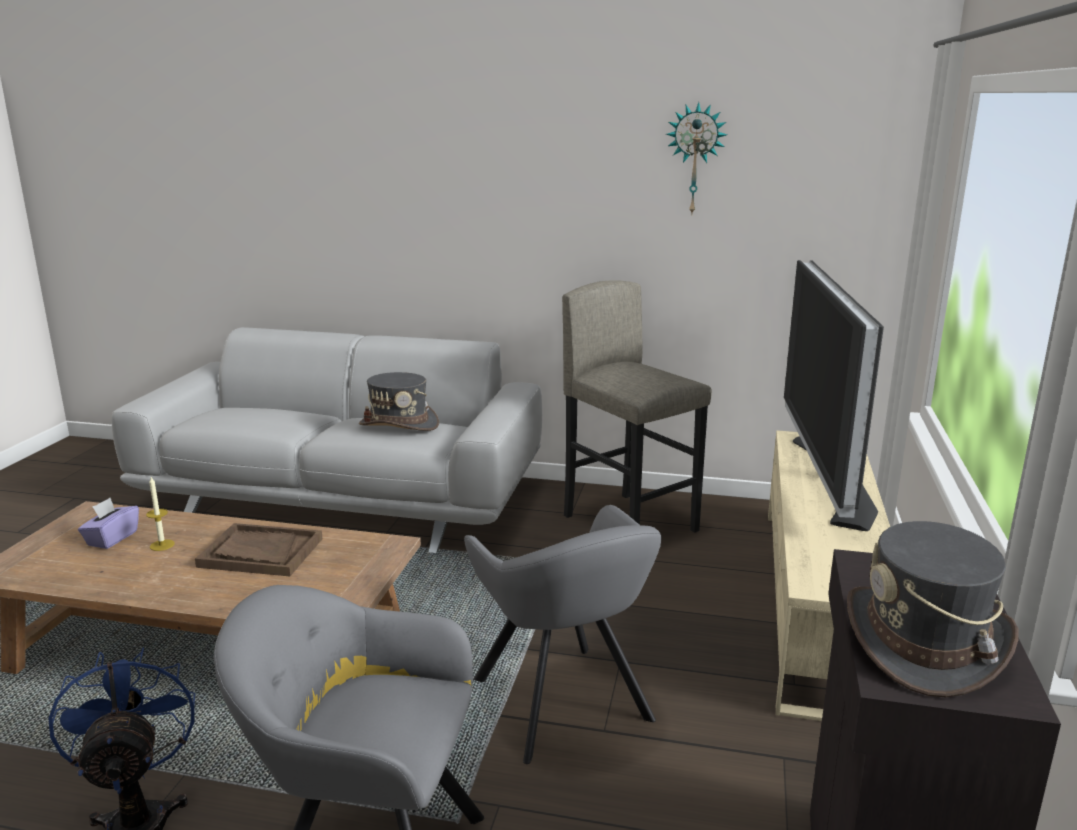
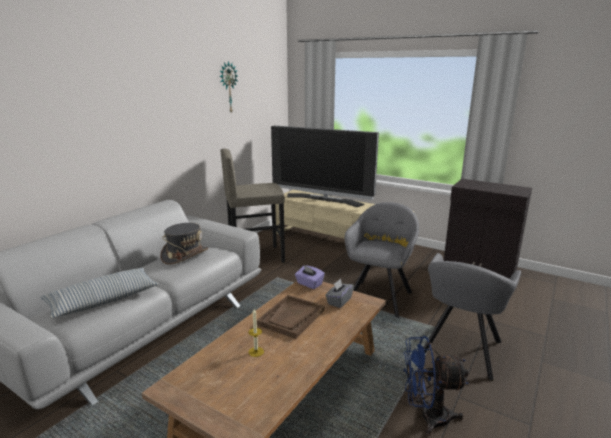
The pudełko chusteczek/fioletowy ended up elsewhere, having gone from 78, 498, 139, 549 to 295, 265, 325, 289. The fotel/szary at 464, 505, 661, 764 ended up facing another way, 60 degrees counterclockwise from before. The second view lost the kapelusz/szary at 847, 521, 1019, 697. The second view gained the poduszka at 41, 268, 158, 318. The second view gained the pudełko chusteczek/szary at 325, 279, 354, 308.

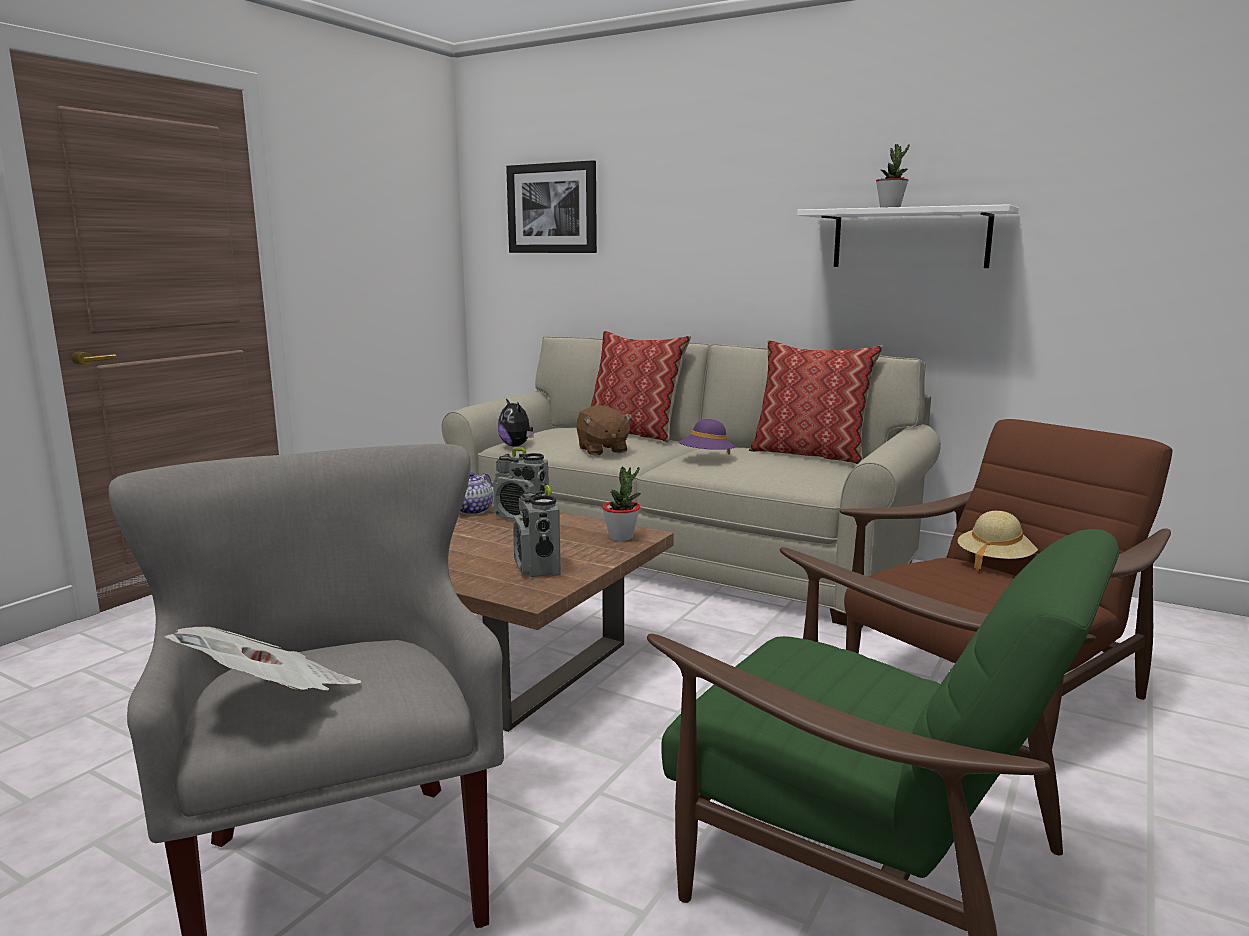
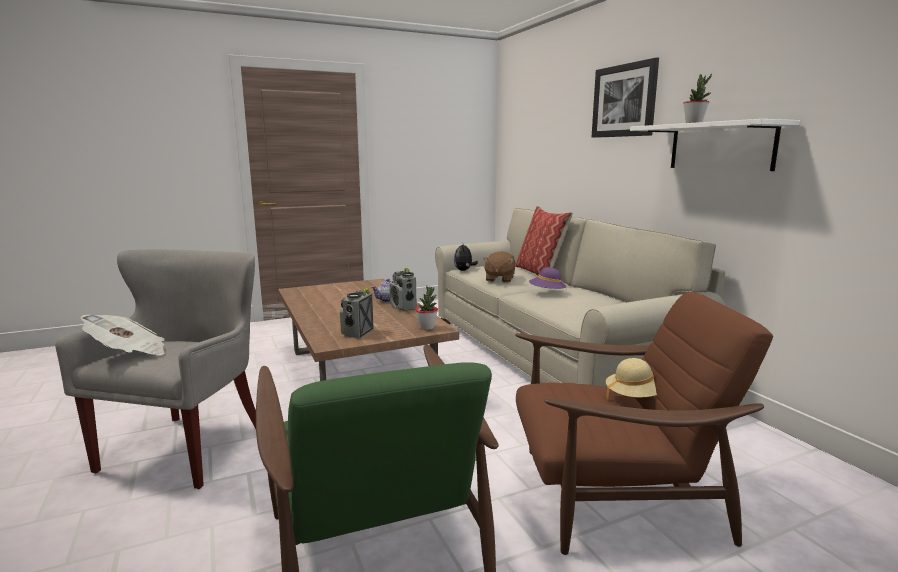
The obraz ended up elsewhere, having gone from 506, 160, 597, 253 to 592, 58, 659, 138. The second view lost the poduszka at 749, 340, 883, 464.

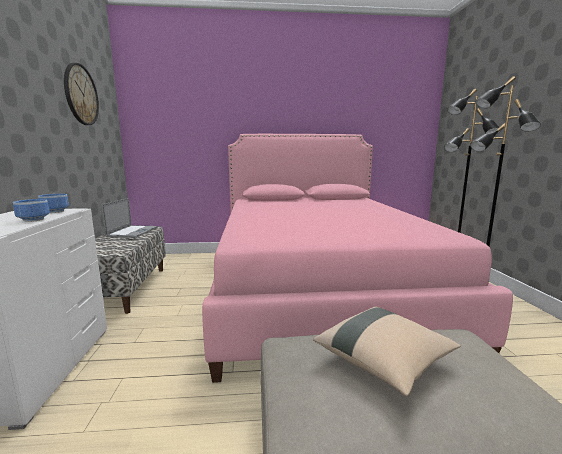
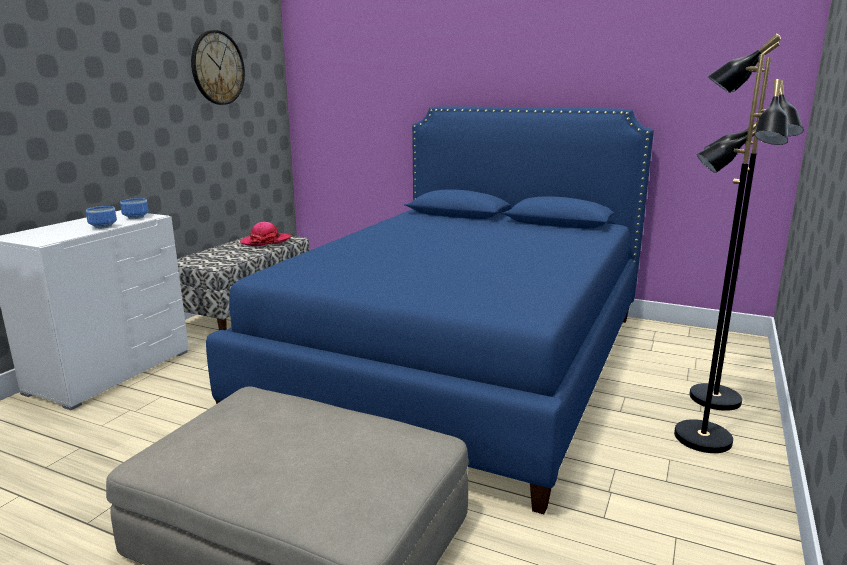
Where the laptop stood at 101, 198, 158, 238, the kapelusz came to stand at 240, 222, 291, 246. What was the łóżko/różowy at 202, 134, 513, 383 turned into the łóżko/niebieski at 206, 106, 654, 514. The second view lost the poduszka/beżowy at 313, 307, 460, 396.

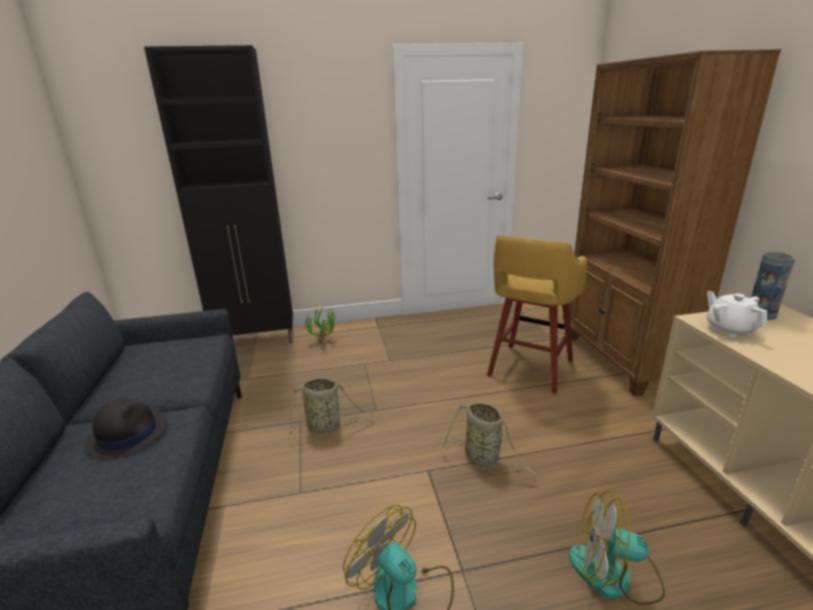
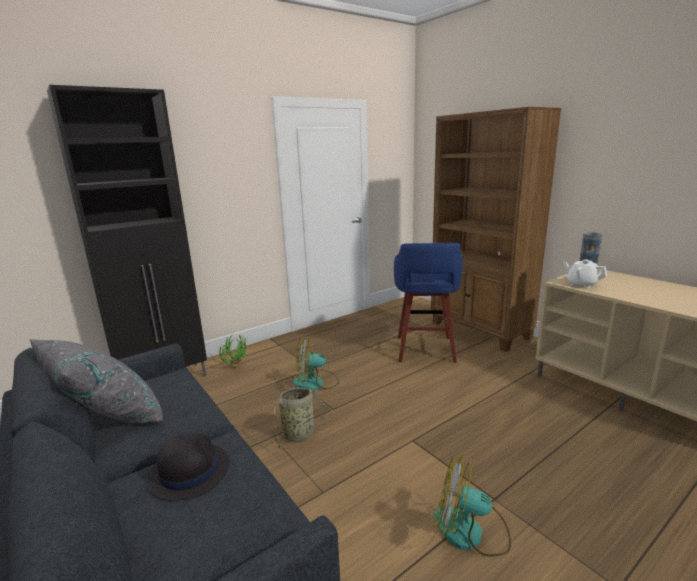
The second view lost the koszyk at 442, 403, 536, 474. What was the stołek/żółty at 487, 235, 587, 394 turned into the stołek/niebieski at 394, 243, 463, 363. The wentylator ended up elsewhere, having gone from 569, 491, 665, 605 to 293, 337, 339, 391. The second view gained the poduszka/szary at 29, 339, 163, 423.

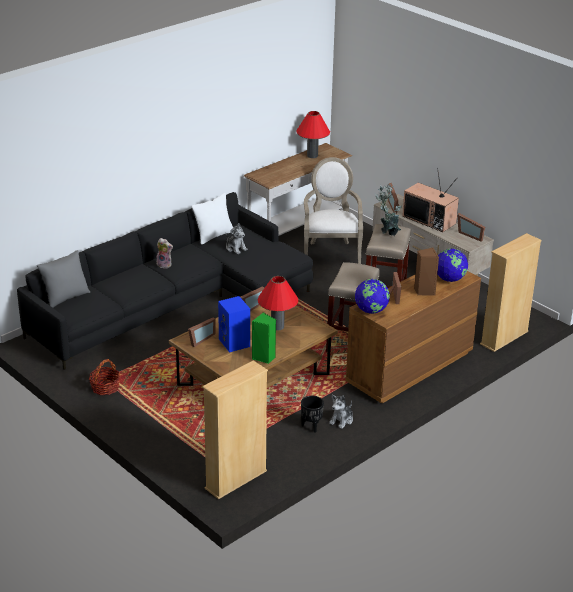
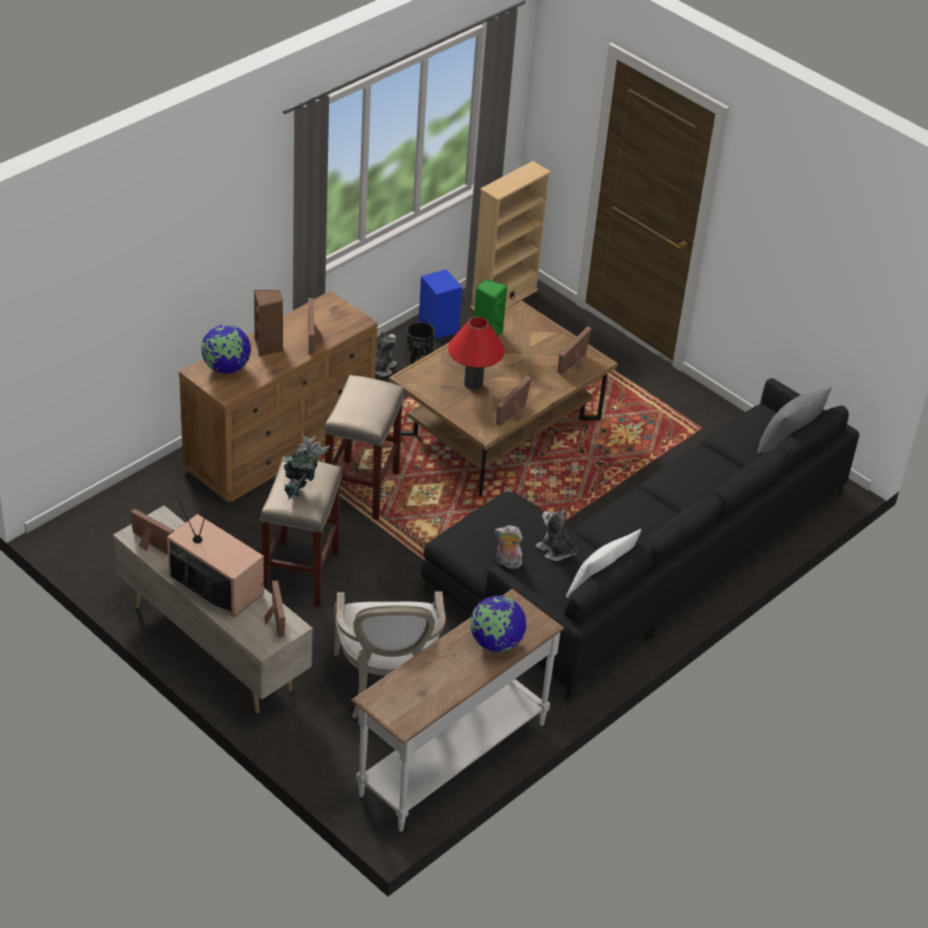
The second view lost the koszyk at 89, 359, 120, 395. The pluszak ended up elsewhere, having gone from 157, 238, 173, 269 to 495, 525, 523, 569. The głośnik/niebieski ended up elsewhere, having gone from 218, 296, 250, 352 to 418, 269, 462, 340. The second view lost the lampa stołowa/czerwony at 296, 111, 330, 158. The globus ended up elsewhere, having gone from 355, 279, 390, 314 to 470, 596, 526, 652. The second view lost the regał/beżowy at 480, 233, 542, 352.

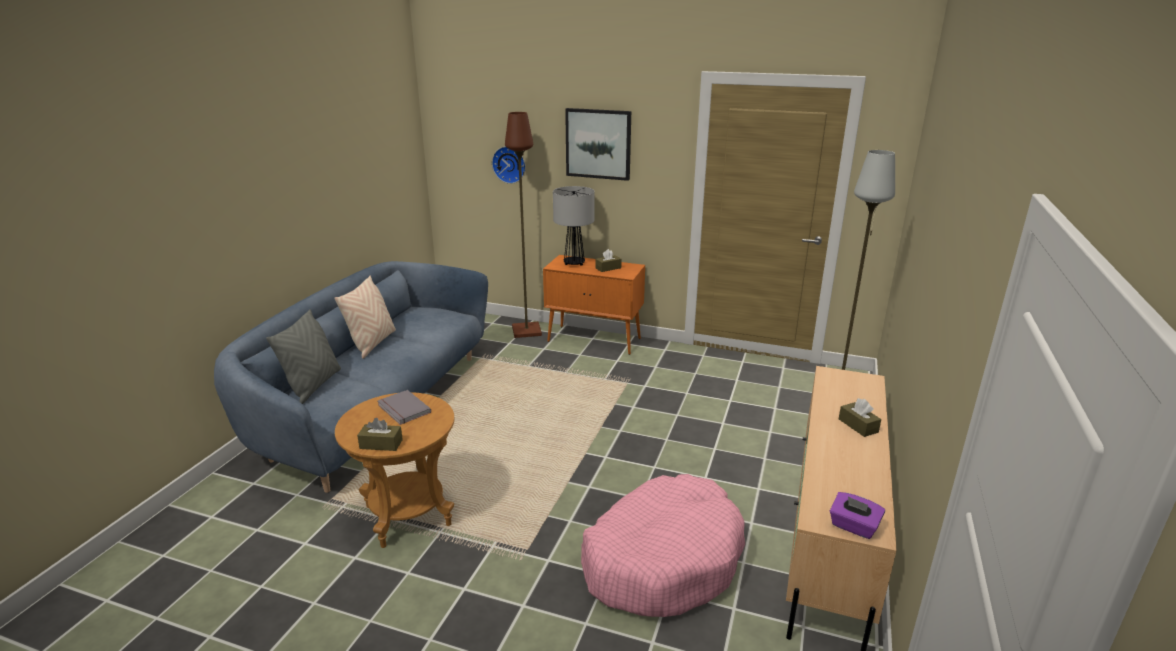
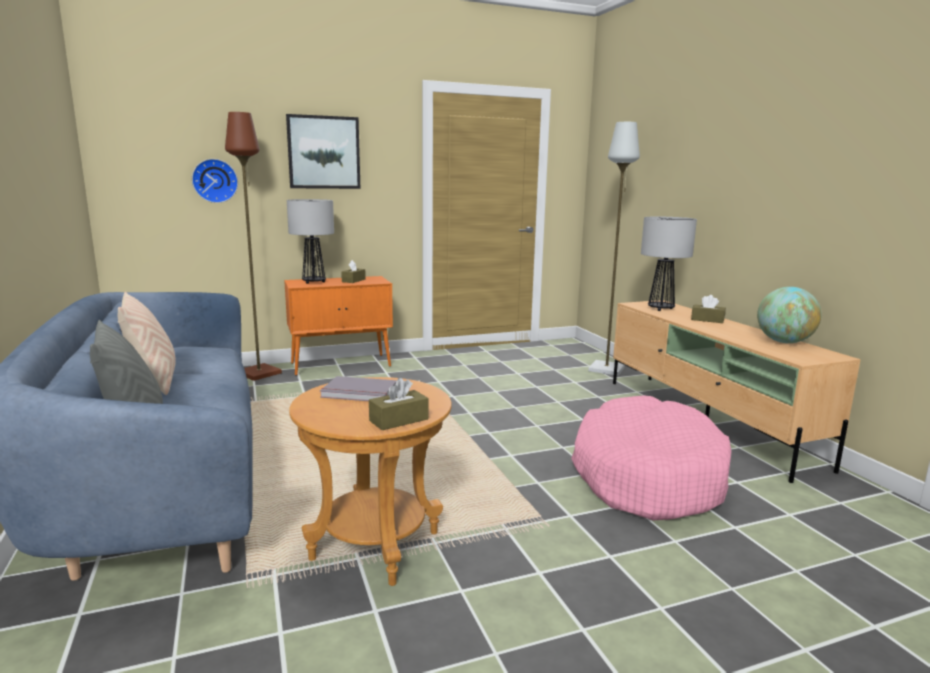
The second view lost the pudełko chusteczek/fioletowy at 830, 492, 885, 539. The second view gained the lampa stołowa at 641, 217, 697, 311. The second view gained the globus at 757, 287, 822, 343.

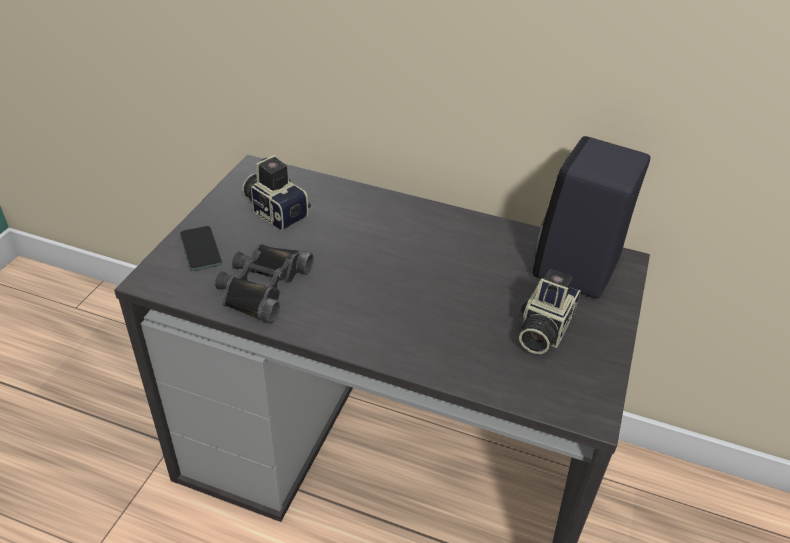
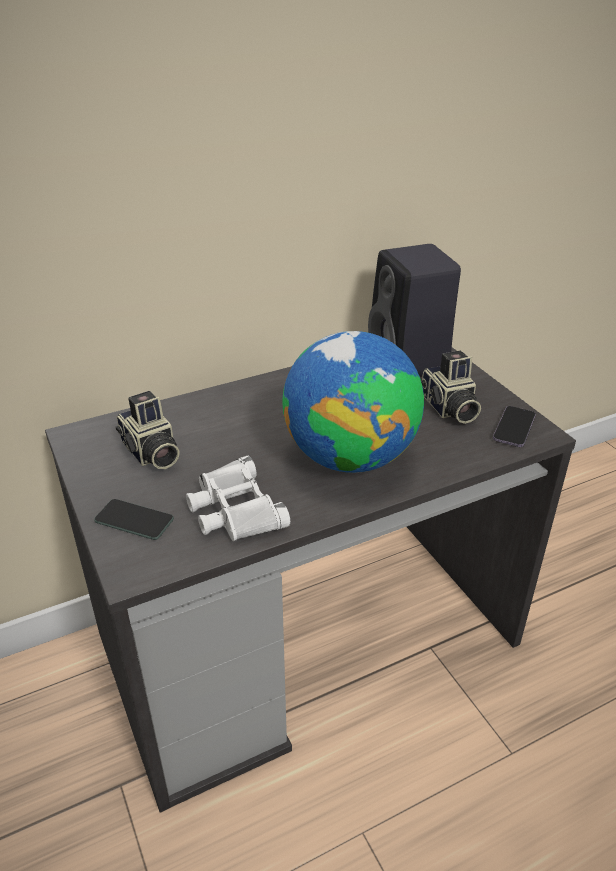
What was the lornetka/czarny at 215, 244, 314, 324 turned into the lornetka/biały at 186, 456, 290, 541. The aparat fotograficzny at 242, 155, 311, 231 ended up facing another way, 120 degrees counterclockwise from before. The second view gained the globus at 282, 331, 424, 473. The second view gained the telefon at 493, 406, 536, 447.

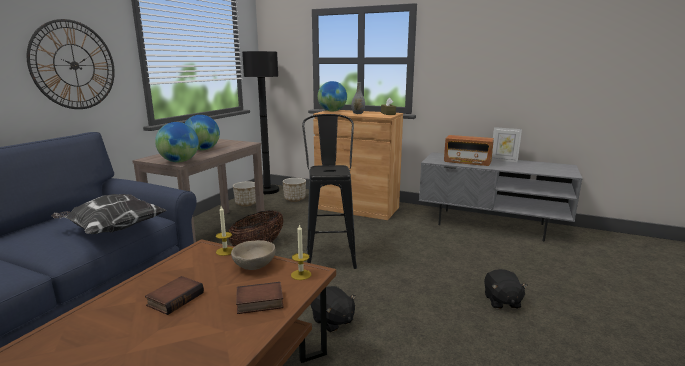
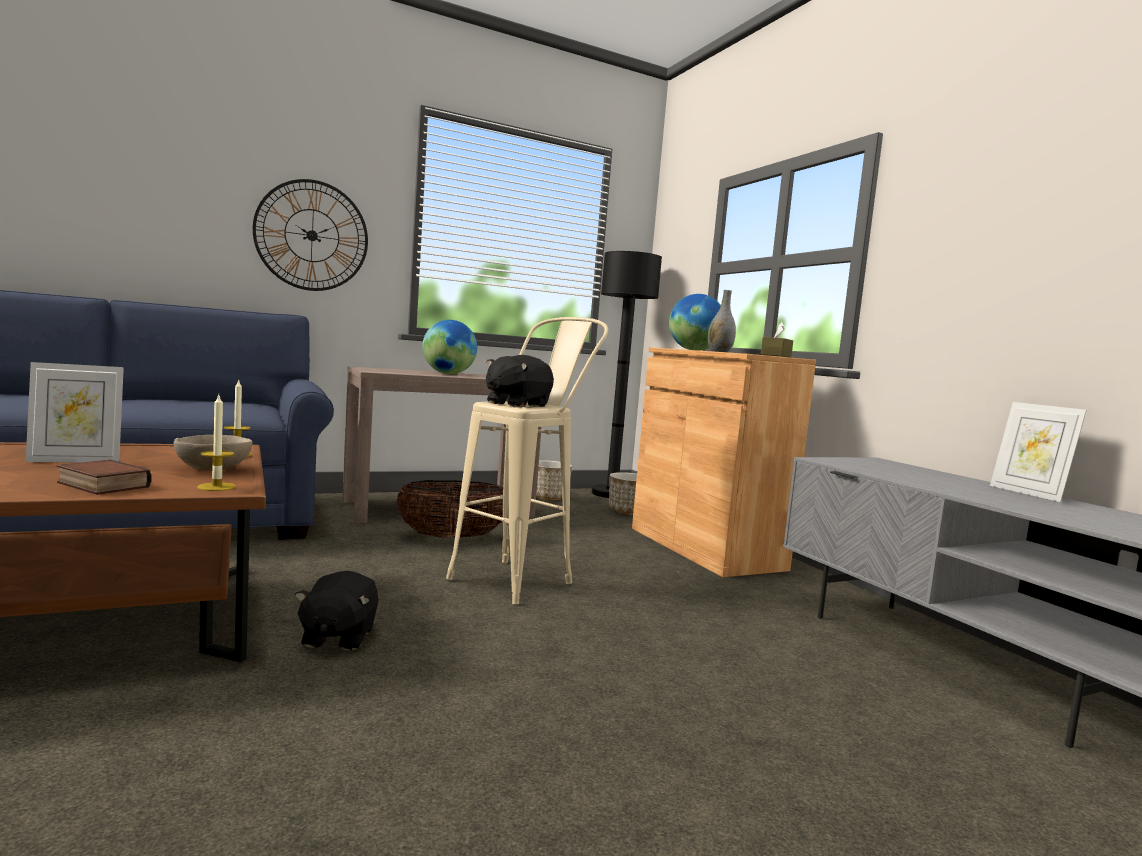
The second view lost the poduszka at 51, 194, 167, 234. Where the książka stood at 145, 276, 204, 315, the ramka na zdjęcie came to stand at 26, 362, 124, 463. The second view lost the globus at 155, 122, 199, 162. What was the stołek/czarny at 302, 114, 357, 269 turned into the stołek/beżowy at 446, 317, 608, 605. The second view lost the radio at 444, 135, 494, 166. The pluszak/czarny ended up elsewhere, having gone from 484, 269, 528, 309 to 486, 355, 554, 407.

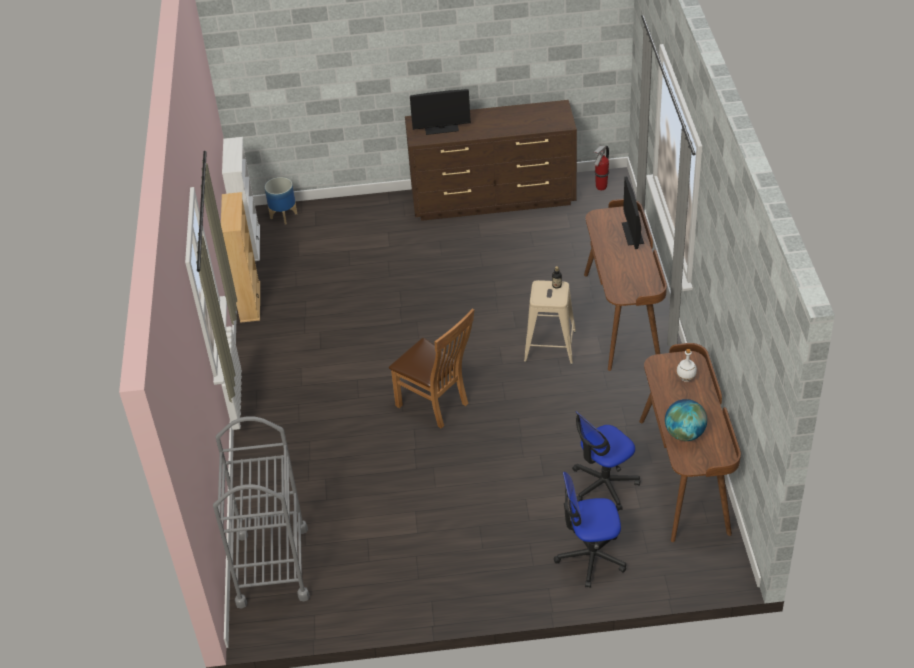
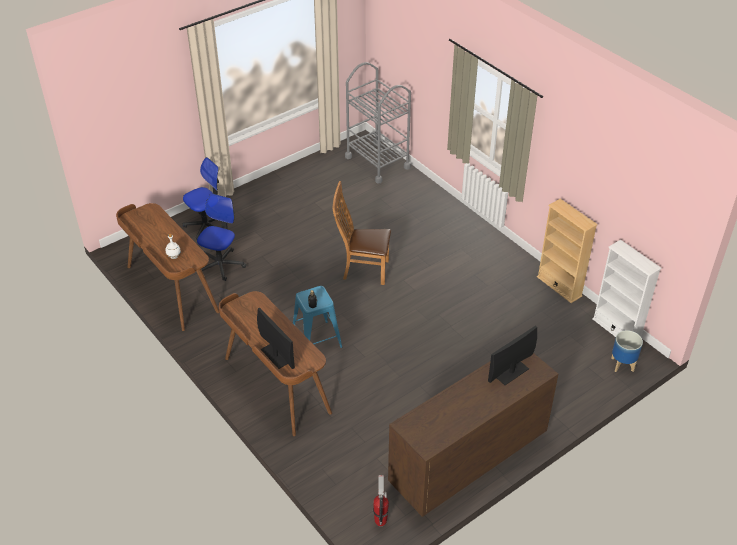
What was the stołek/beżowy at 524, 280, 576, 364 turned into the stołek/niebieski at 293, 286, 342, 348. The second view lost the globus at 665, 399, 707, 441.

